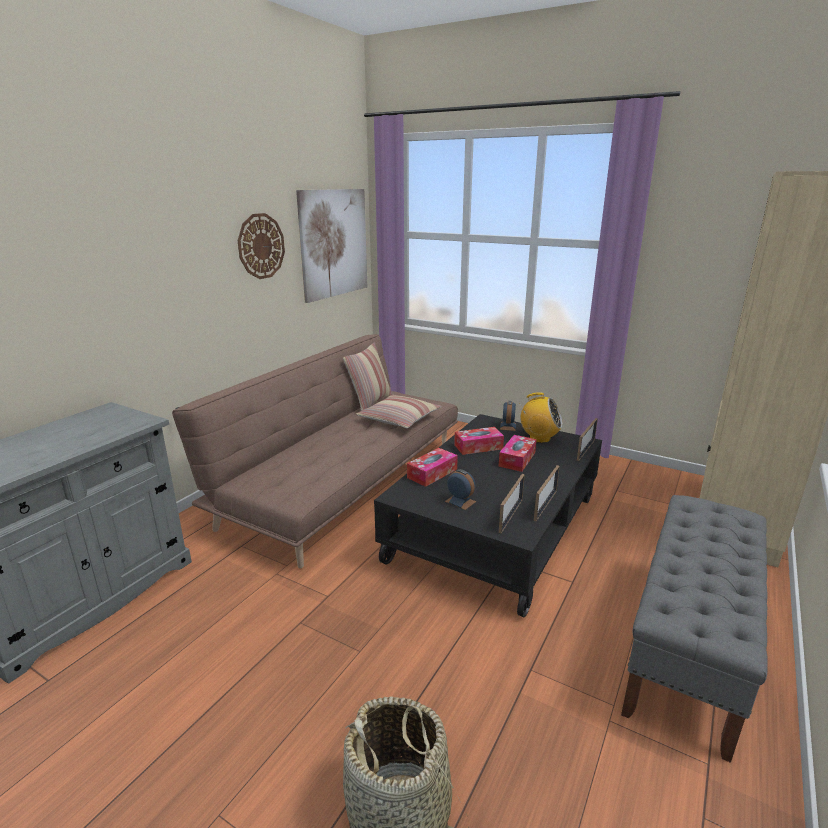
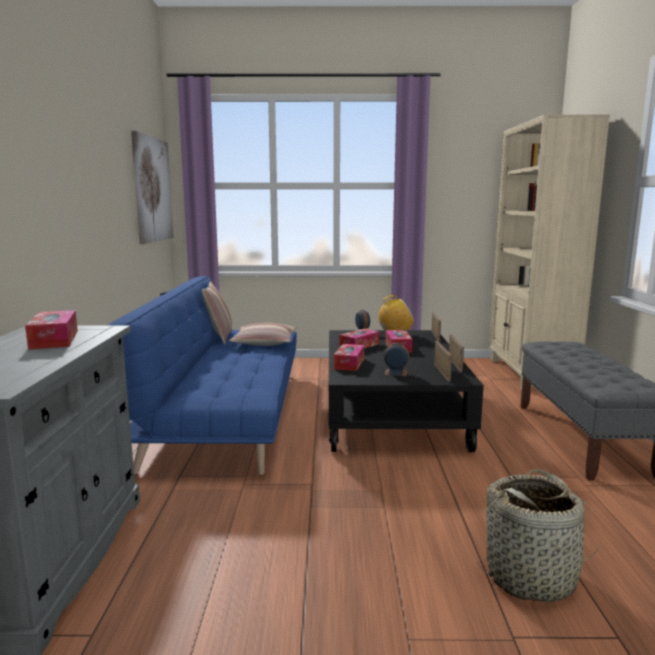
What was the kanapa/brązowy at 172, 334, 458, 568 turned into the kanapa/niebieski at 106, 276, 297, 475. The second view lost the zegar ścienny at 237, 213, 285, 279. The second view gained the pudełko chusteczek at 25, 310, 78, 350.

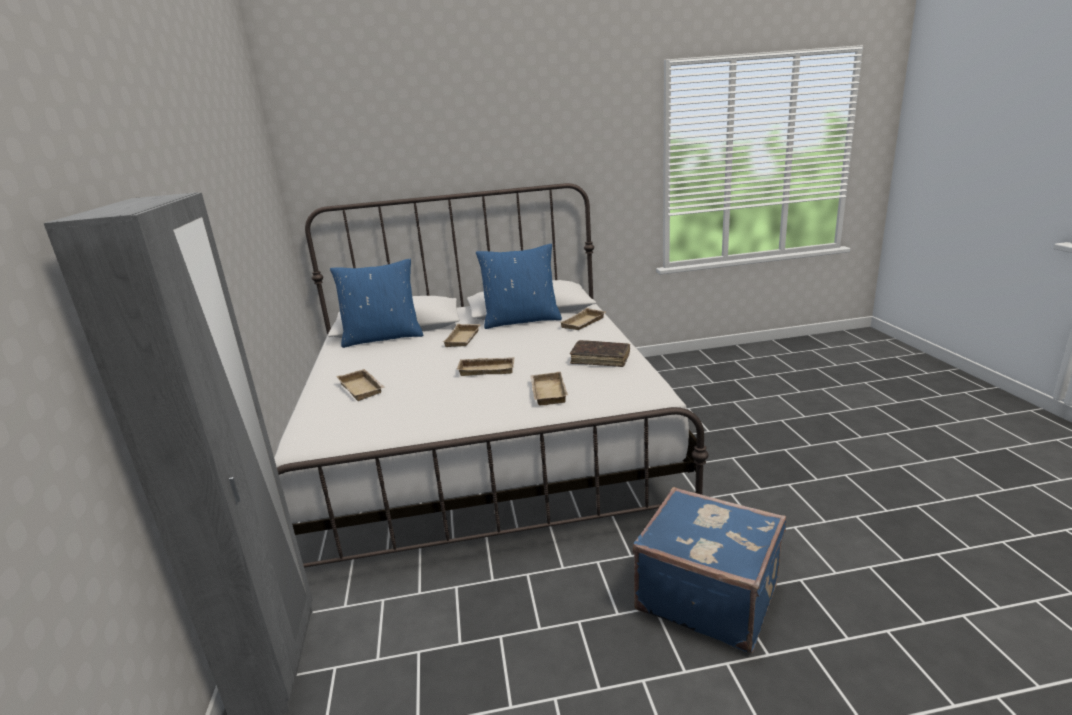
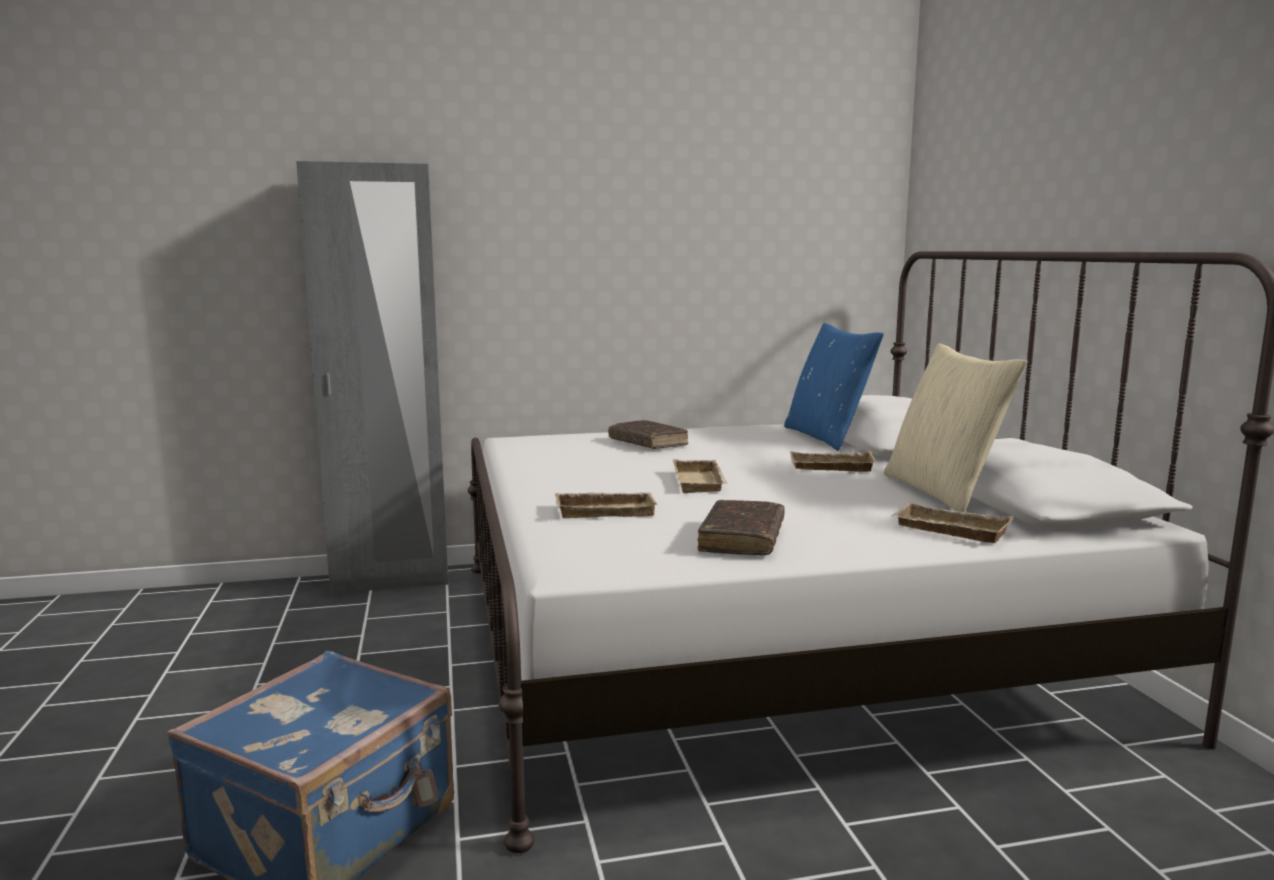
Where the taca/beżowy stood at 336, 369, 385, 401, the książka/brązowy came to stand at 608, 420, 688, 449. What was the poduszka/niebieski at 476, 244, 562, 329 turned into the poduszka/beżowy at 884, 343, 1028, 512.

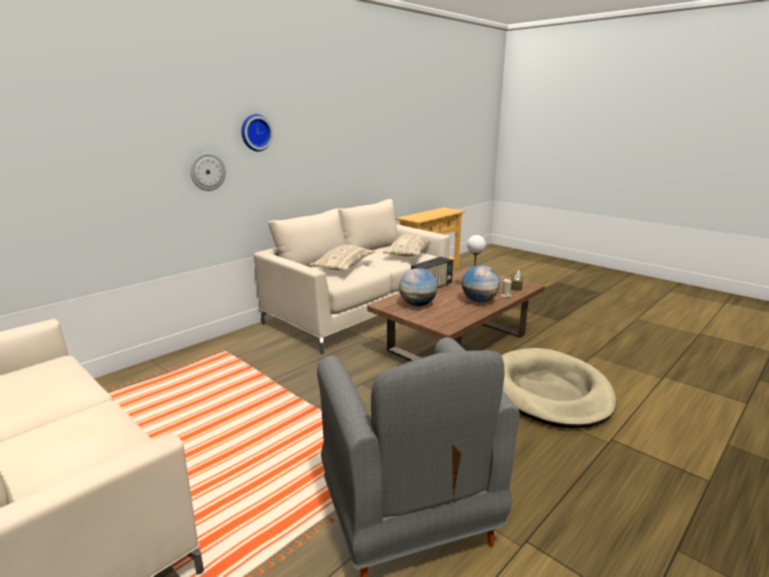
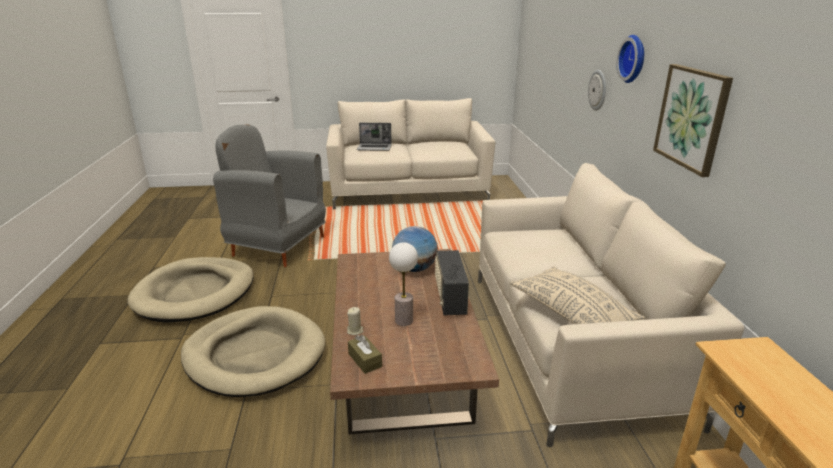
The second view lost the poduszka/beżowy at 309, 245, 375, 271. The second view lost the globus at 462, 265, 500, 302. The second view gained the legowisko/beżowy at 127, 257, 253, 323. The second view gained the laptop at 357, 123, 392, 151. The second view gained the obraz at 653, 64, 733, 177.

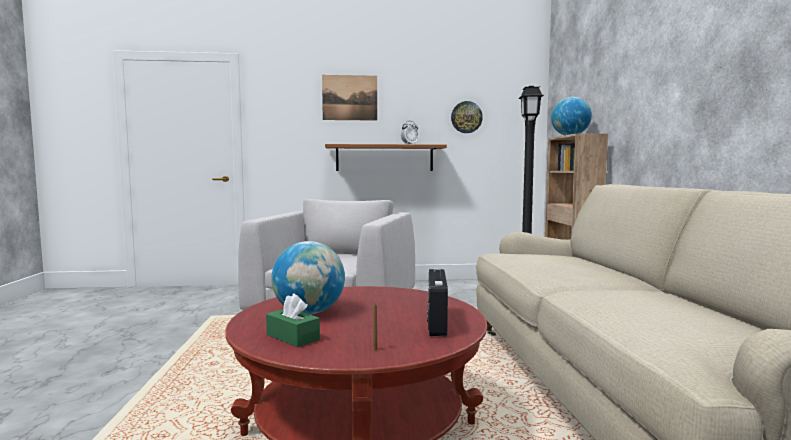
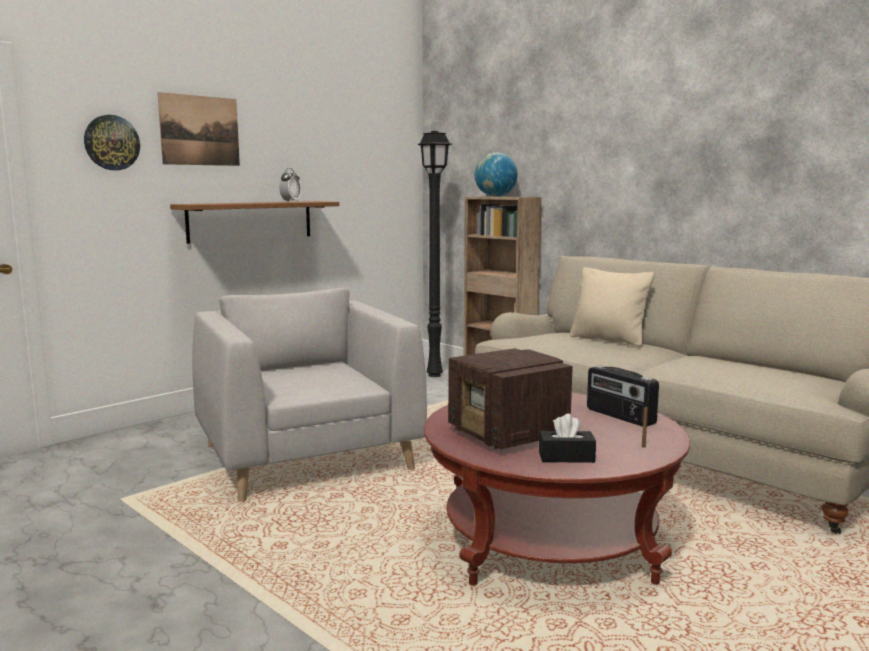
What was the pudełko chusteczek/zielony at 266, 294, 320, 347 turned into the pudełko chusteczek/czarny at 539, 414, 596, 463. Where the globus stood at 271, 241, 345, 314, the radio came to stand at 448, 348, 573, 449. The zegar ścienny ended up elsewhere, having gone from 451, 101, 483, 133 to 84, 115, 140, 170. The second view gained the poduszka/beżowy at 570, 267, 655, 347.

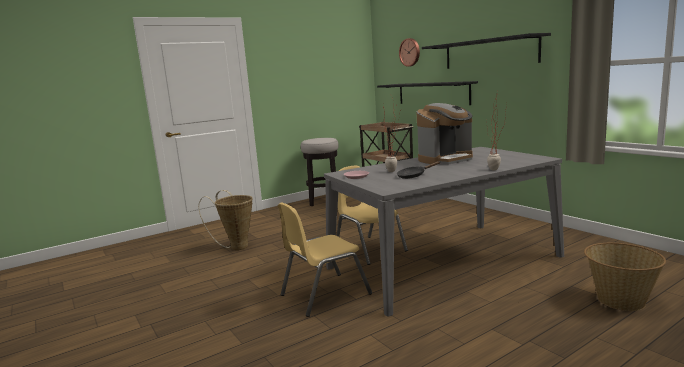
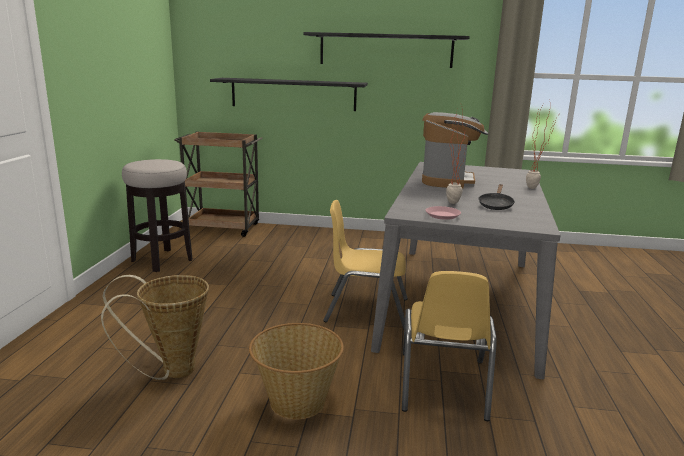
The second view lost the zegar ścienny at 399, 38, 420, 67. The koszyk ended up elsewhere, having gone from 584, 243, 666, 311 to 249, 323, 344, 420.

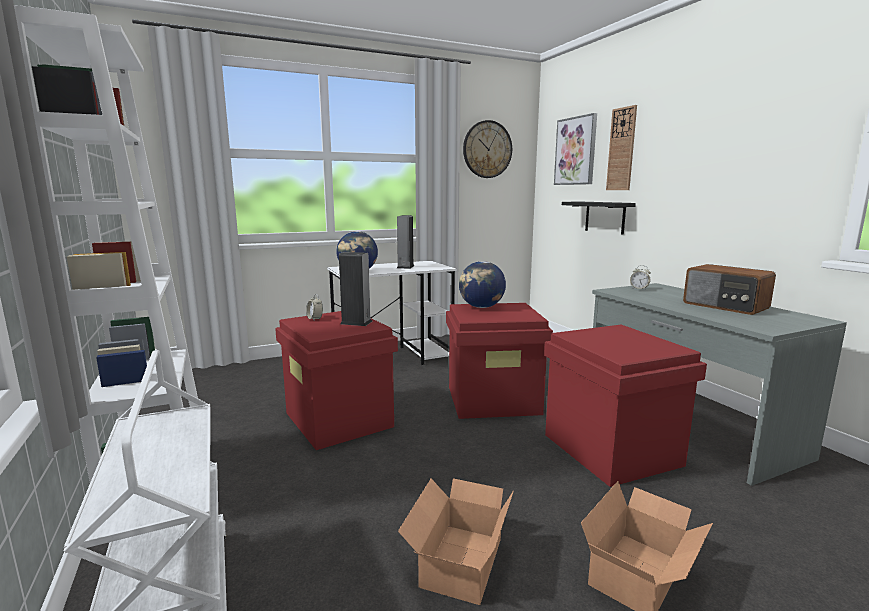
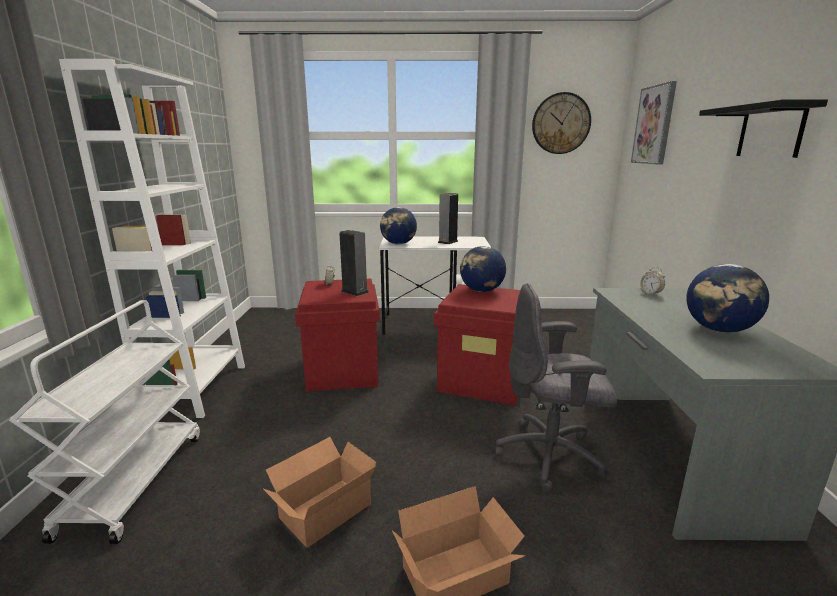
Where the pojemnik do przechowywania/czerwony stood at 544, 325, 707, 487, the krzesło biurowe/szary came to stand at 495, 283, 617, 493. The półka/czarny ended up elsewhere, having gone from 562, 202, 636, 235 to 699, 99, 828, 158. The second view lost the zegar ścienny at 606, 105, 637, 190. Where the radio stood at 683, 264, 776, 315, the globus came to stand at 686, 264, 769, 333.

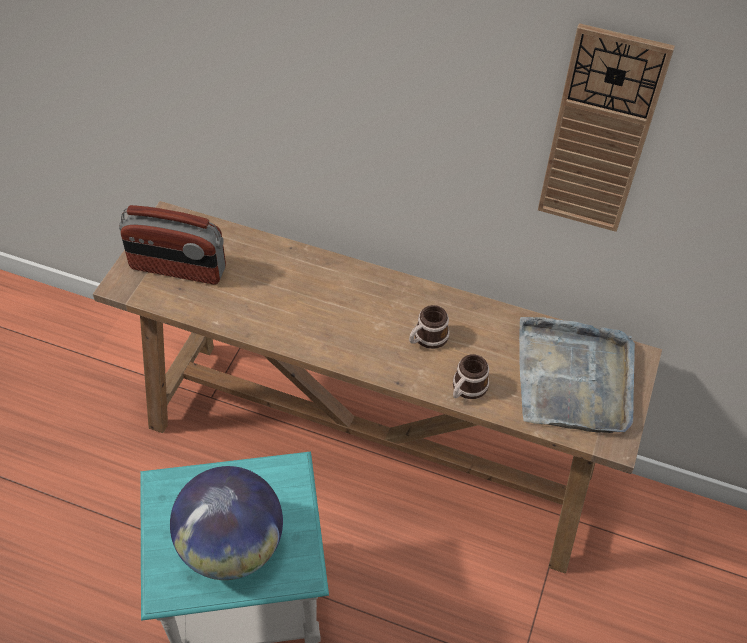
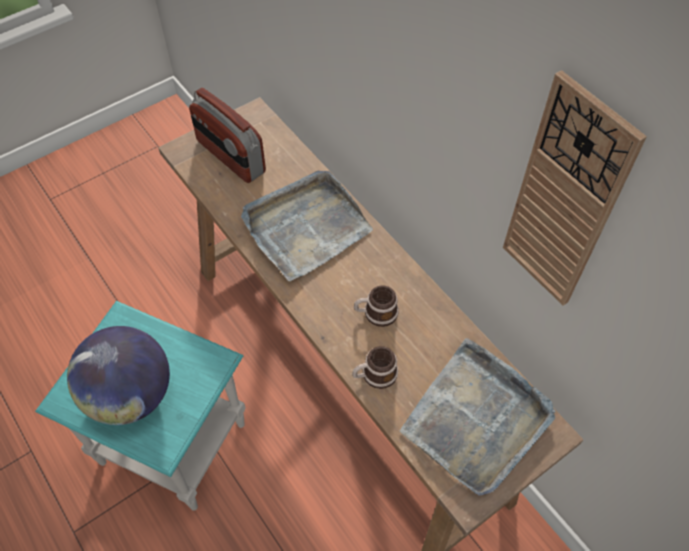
The second view gained the taca/szary at 241, 171, 373, 281.

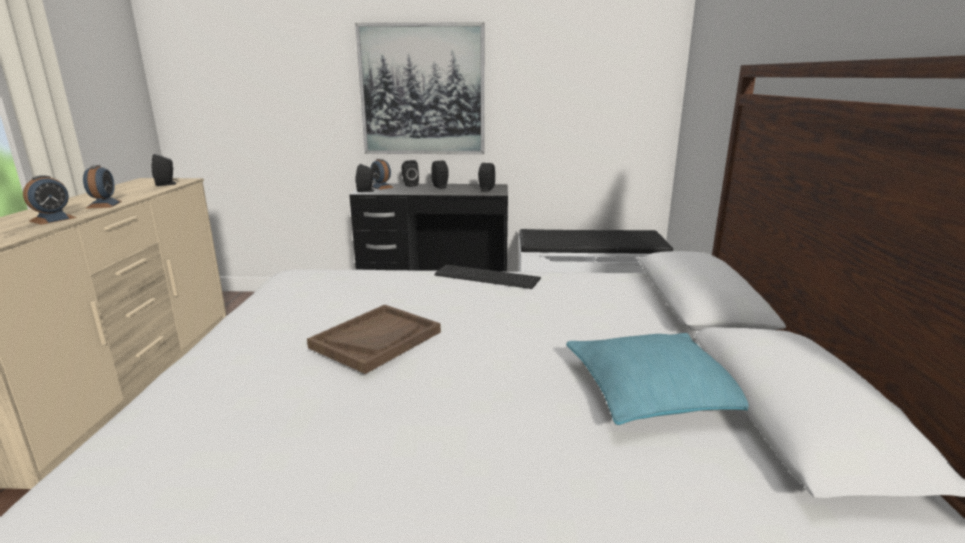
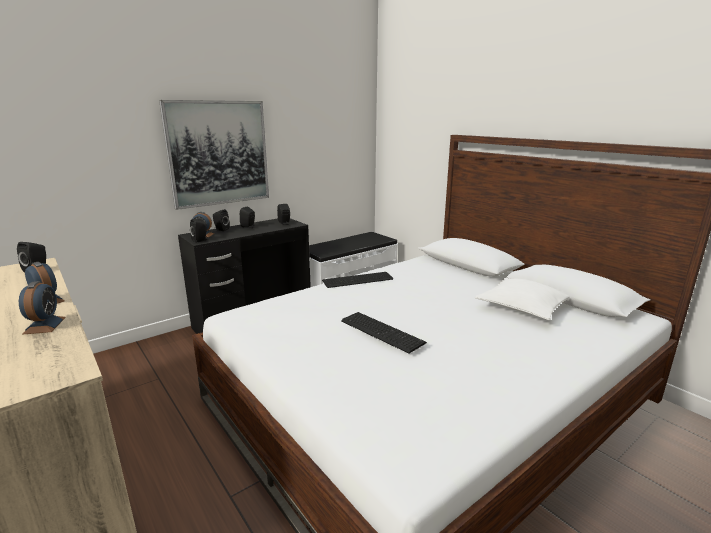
Where the taca/brązowy stood at 307, 305, 441, 374, the klawiatura came to stand at 341, 312, 427, 353. What was the poduszka/turkusowy at 566, 333, 749, 425 turned into the poduszka/biały at 475, 277, 570, 320.

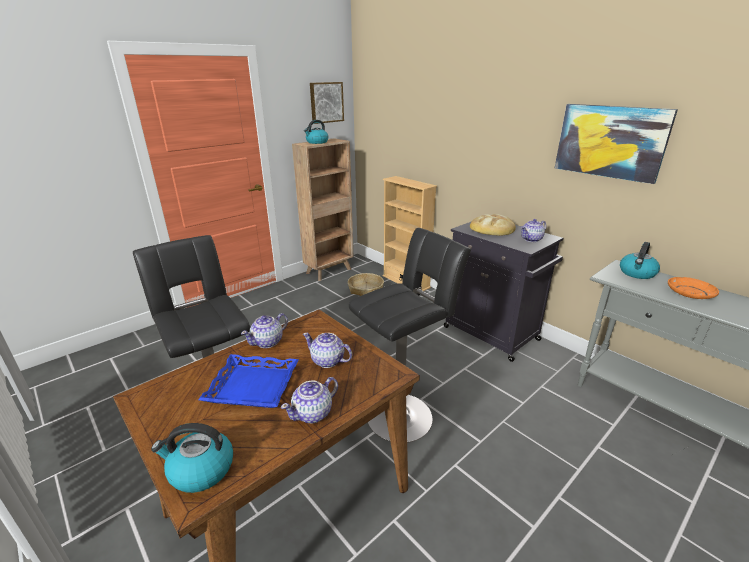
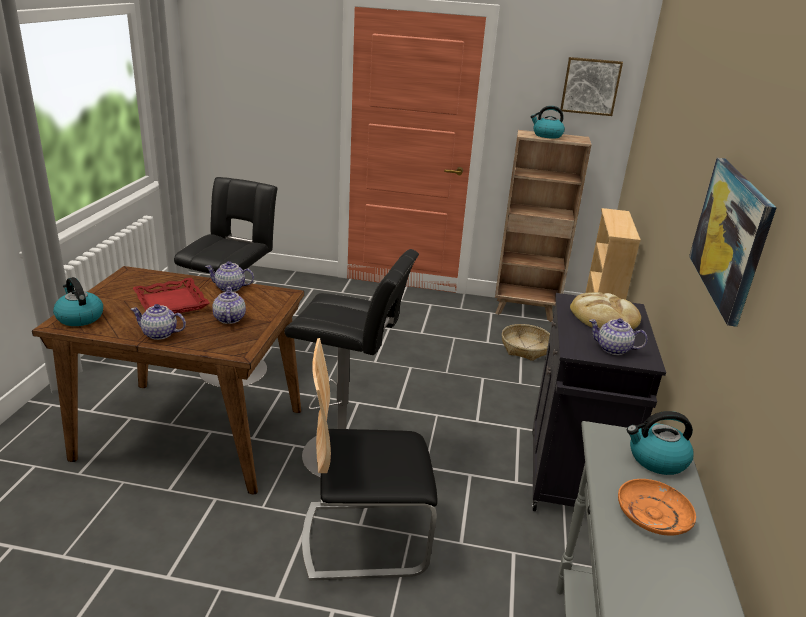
What was the taca/niebieski at 198, 354, 299, 408 turned into the taca/czerwony at 133, 278, 210, 314. The second view gained the krzesło at 302, 338, 438, 581.

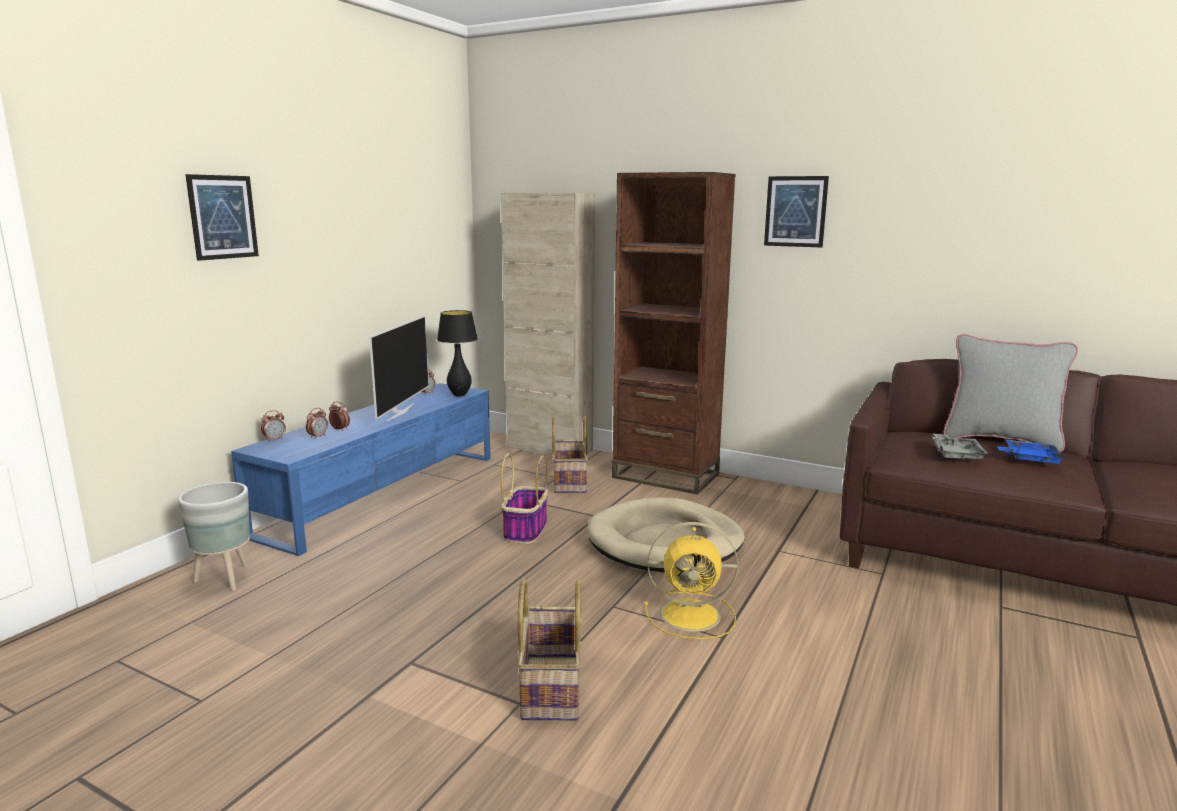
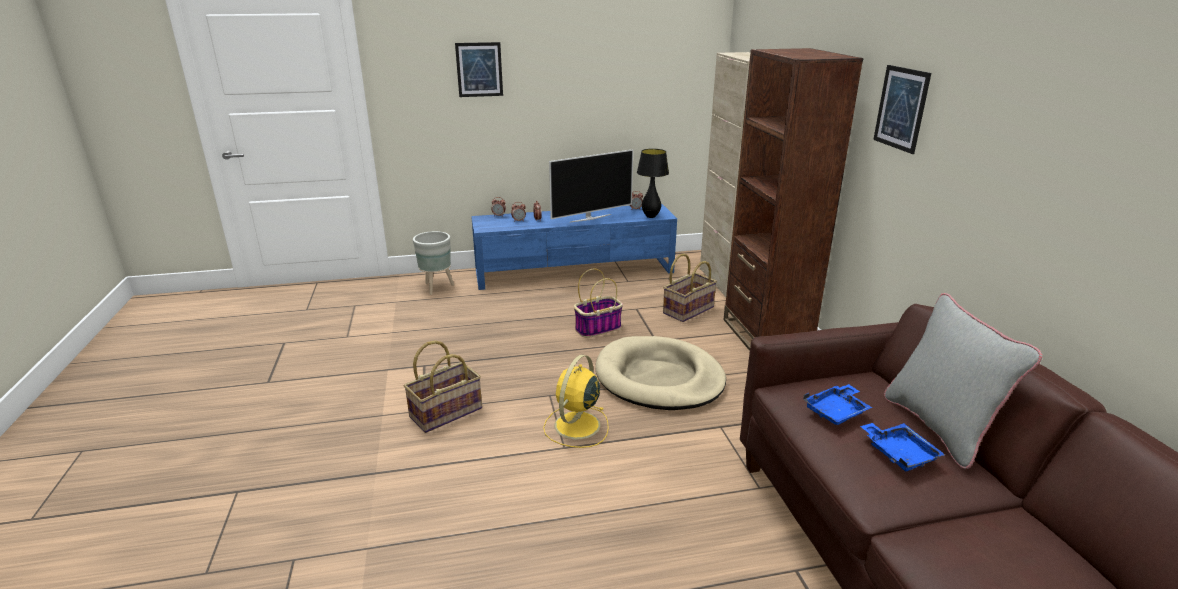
The wentylator/żółty at 644, 522, 738, 639 ended up facing another way, 60 degrees clockwise from before. What was the taca/szary at 932, 434, 988, 460 turned into the taca/niebieski at 803, 384, 872, 425.

